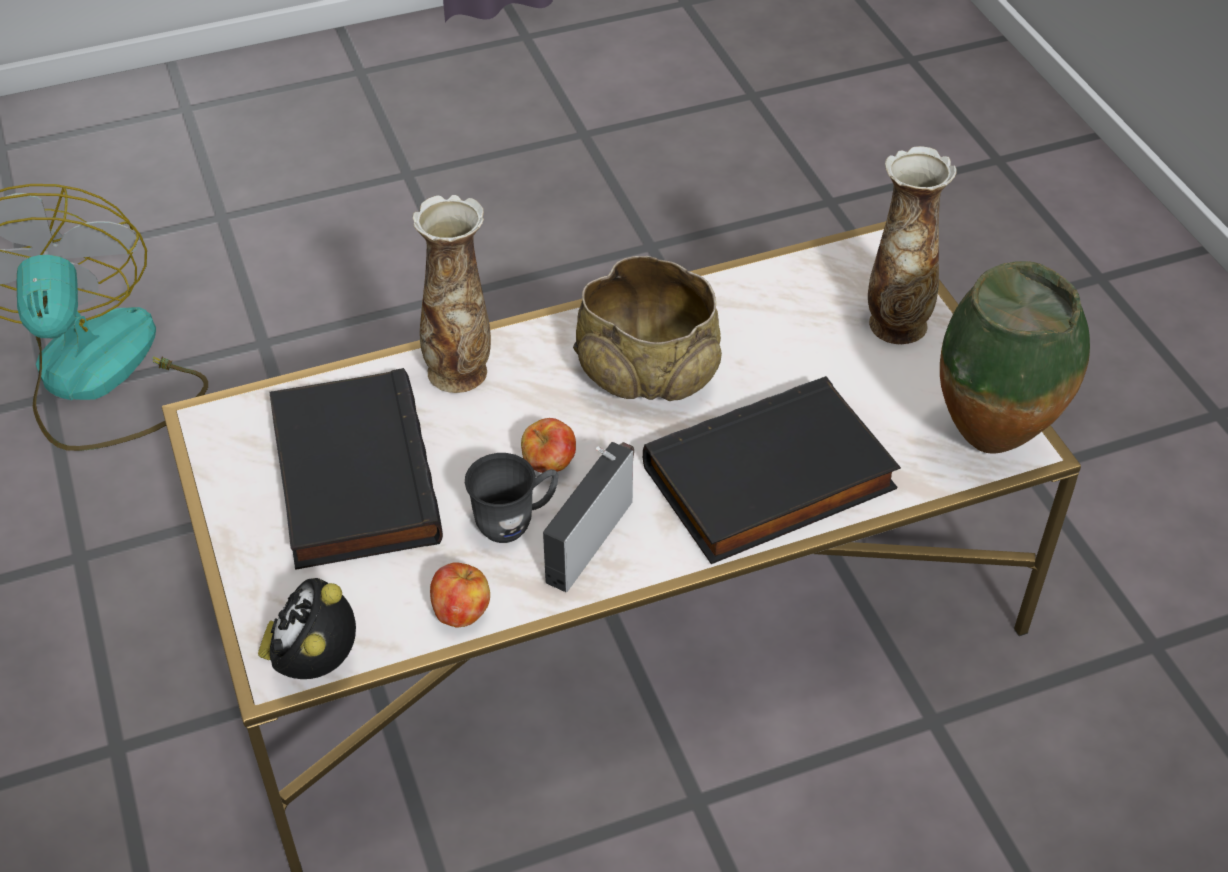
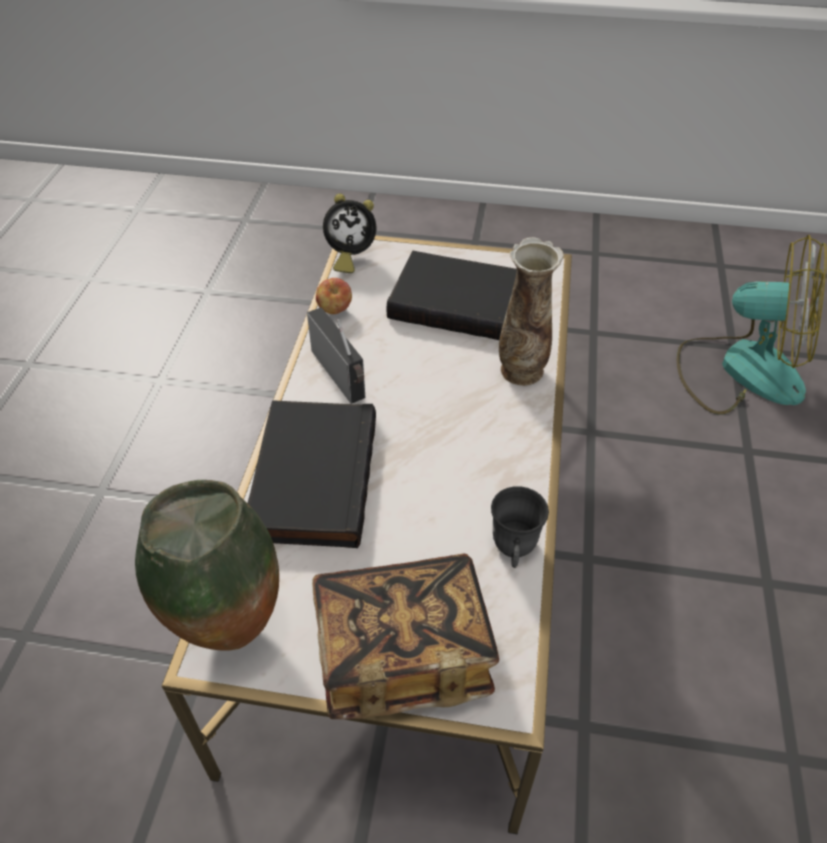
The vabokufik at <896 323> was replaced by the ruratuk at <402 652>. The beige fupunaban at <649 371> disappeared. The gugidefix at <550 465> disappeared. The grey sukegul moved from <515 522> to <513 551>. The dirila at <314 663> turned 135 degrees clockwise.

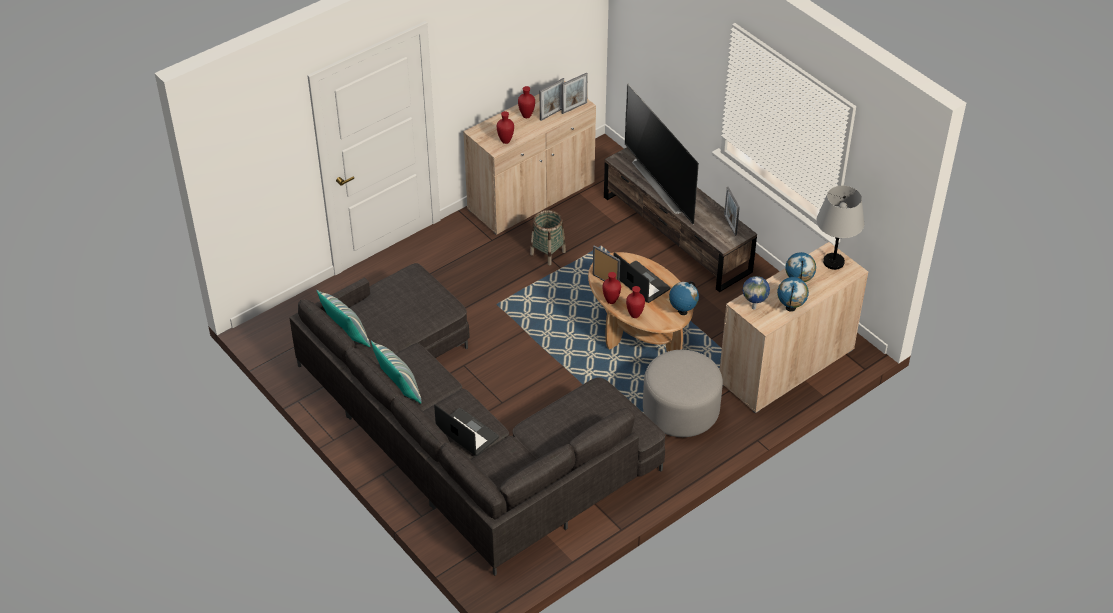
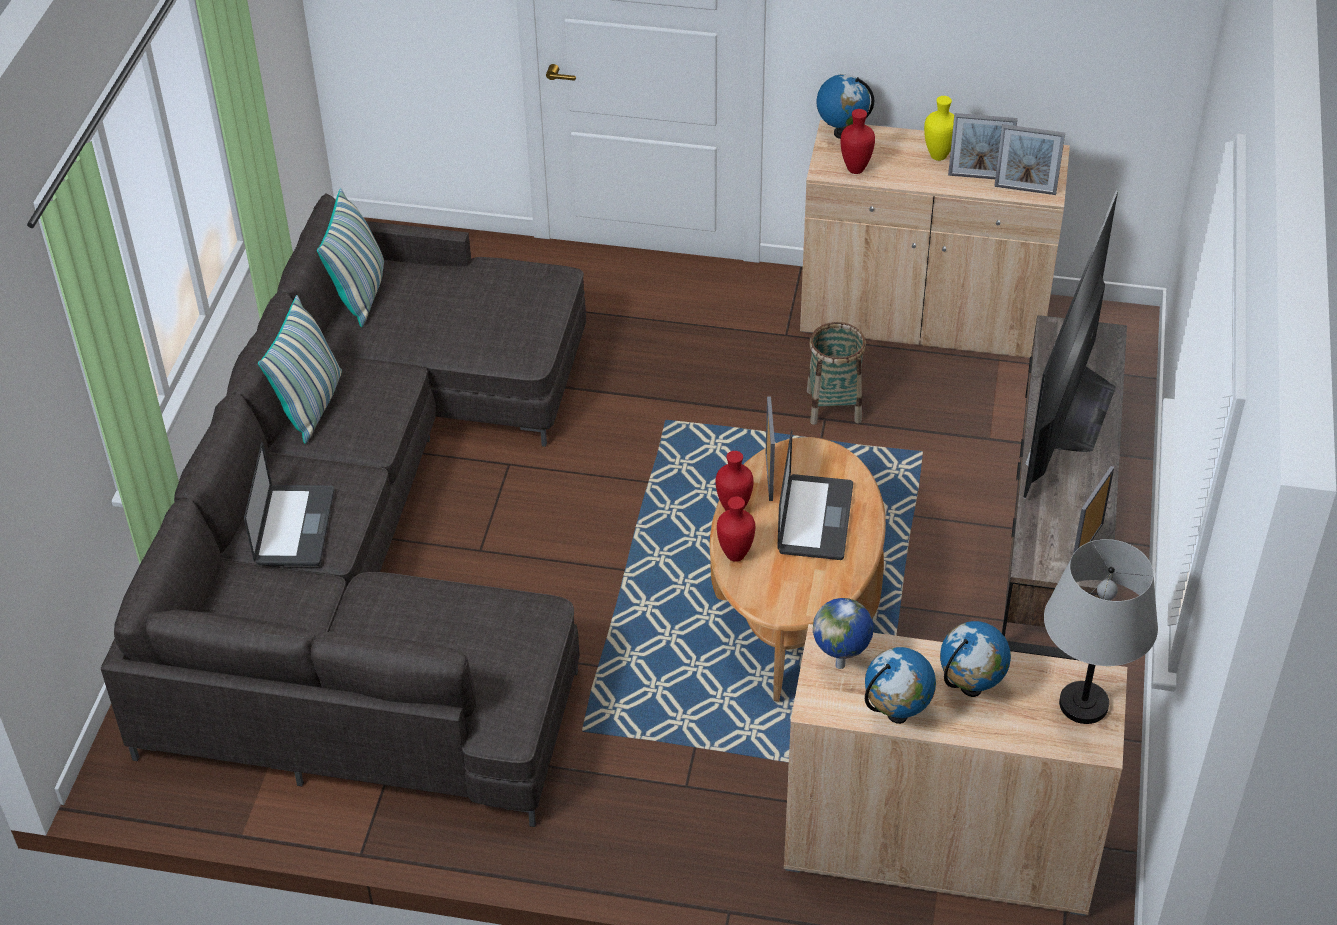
The red vabokufik at <527 115> became the yellow vabokufik at <939 156>. The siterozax moved from <682 311> to <841 133>. The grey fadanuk at <680 411> disappeared.

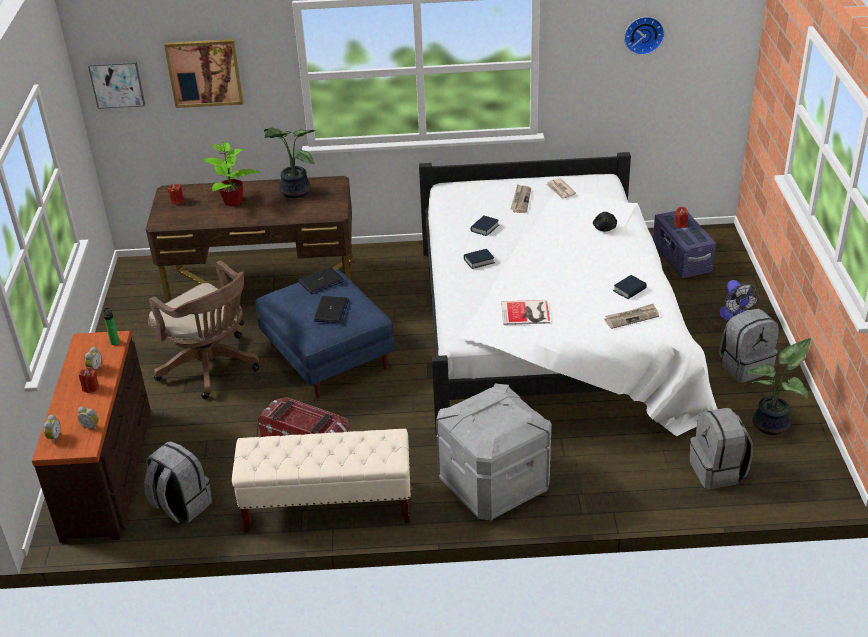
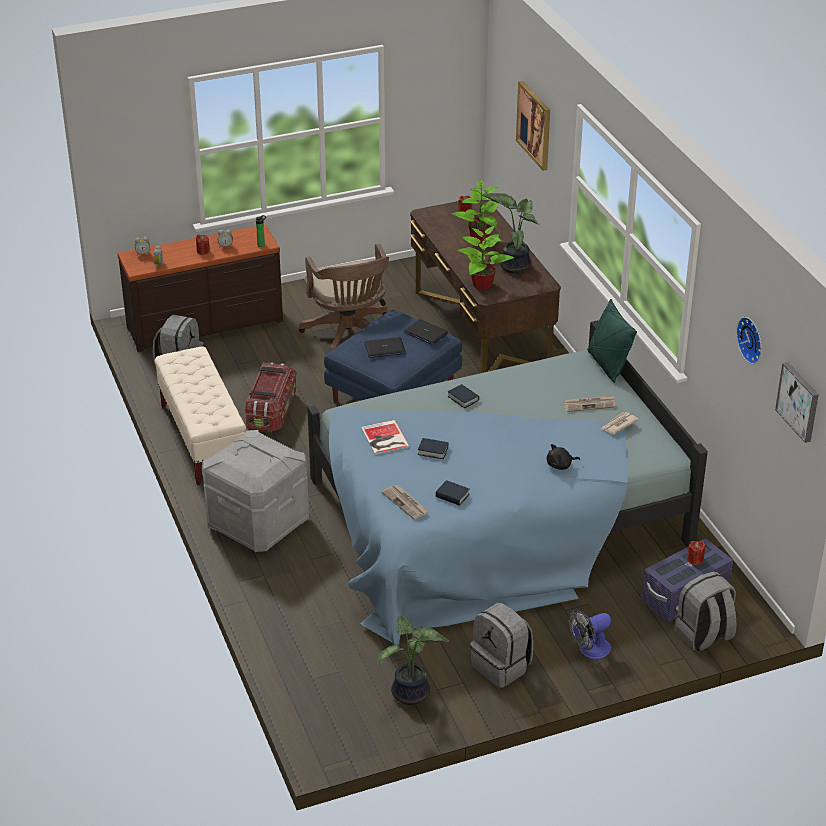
The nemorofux moved from <117 83> to <799 401>. The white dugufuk at <551 333> became the blue dugufuk at <494 520>. The ruratuk moved from <484 228> to <433 451>. The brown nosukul at <211 368> turned 45 degrees counterclockwise. The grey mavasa moved from <718 471> to <703 636>. The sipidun at <482 285> appeared. The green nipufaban at <607 365> appeared.

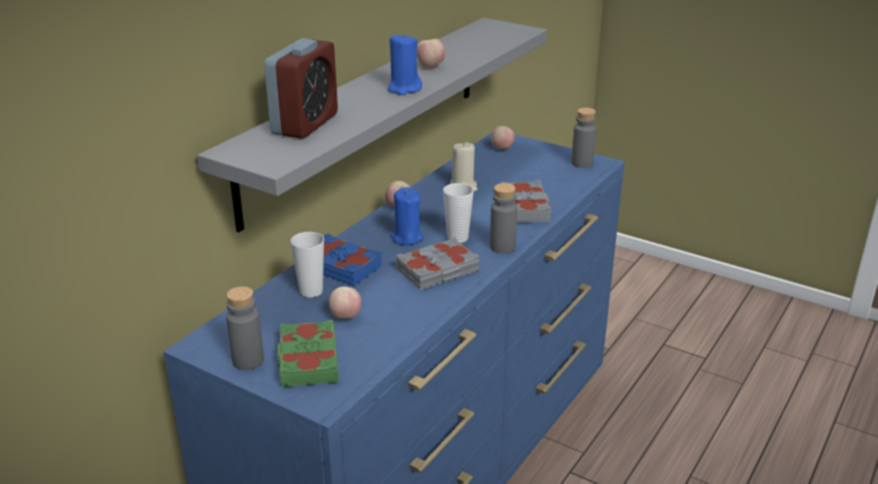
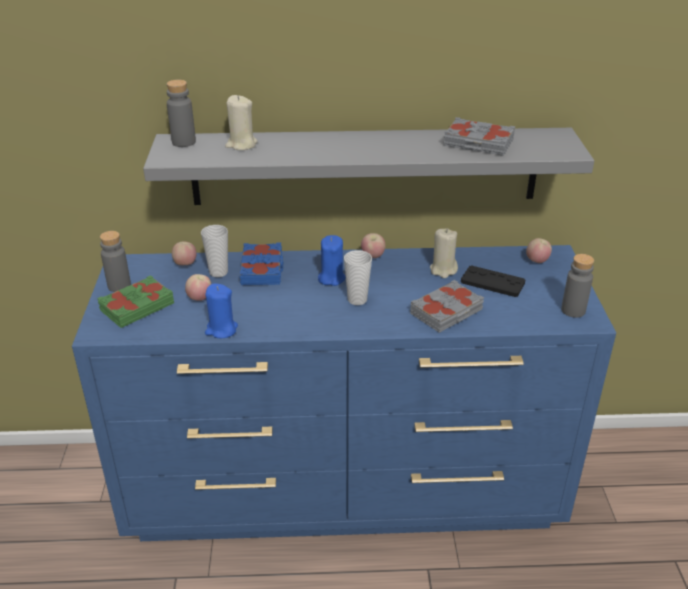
The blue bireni moved from <404 89> to <221 330>. The dirila at <305 124> was replaced by the beige bireni at <241 144>. The gugidefix moved from <430 67> to <185 264>. The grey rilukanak moved from <502 247> to <184 142>. The grey ruratuk moved from <438 270> to <478 143>. The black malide at <492 282> appeared.

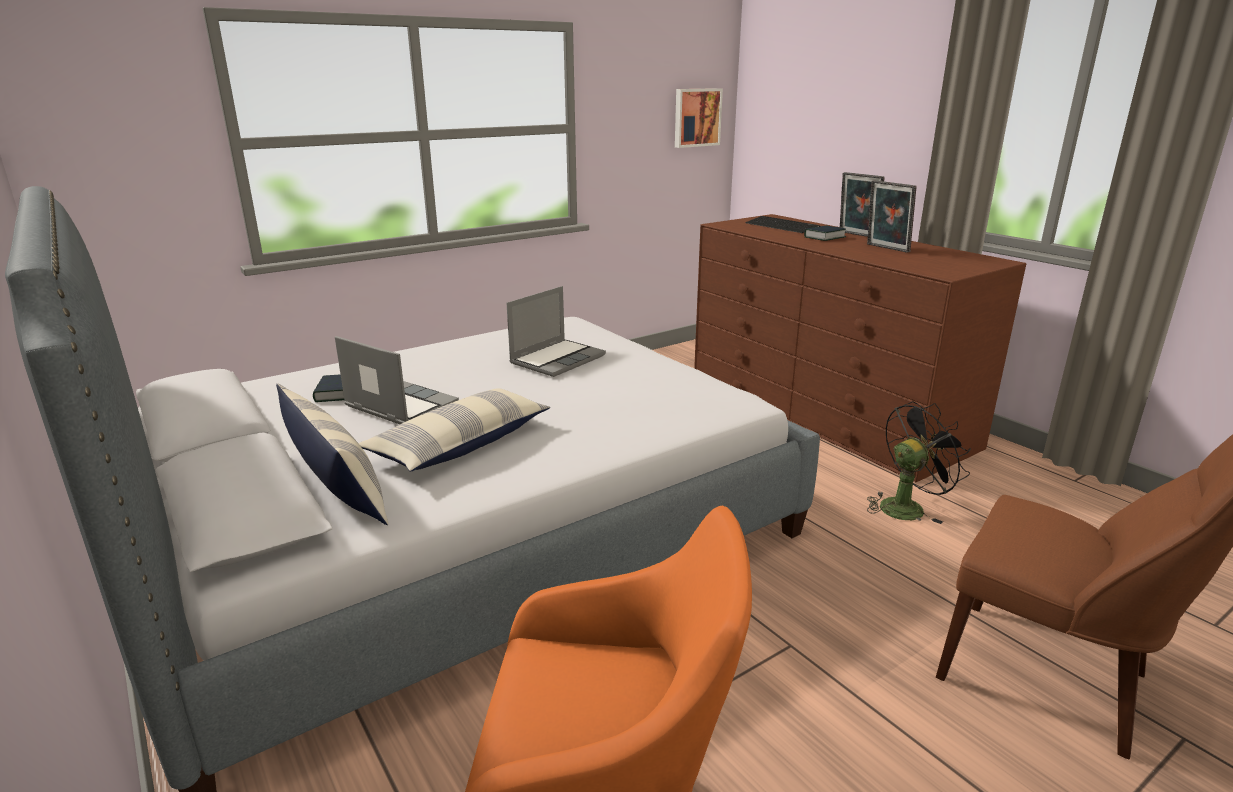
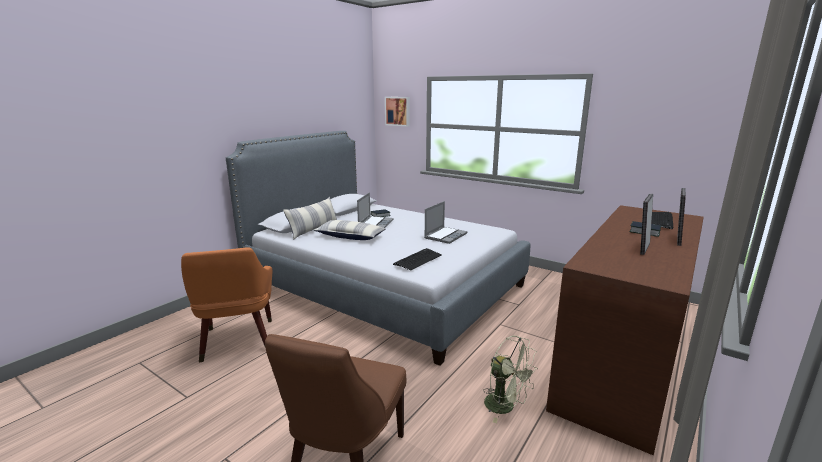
The nemorofux moved from <696 117> to <398 111>. The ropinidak at <557 359> turned 75 degrees counterclockwise. The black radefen at <907 506> became the green radefen at <505 407>. The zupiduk at <418 260> appeared.

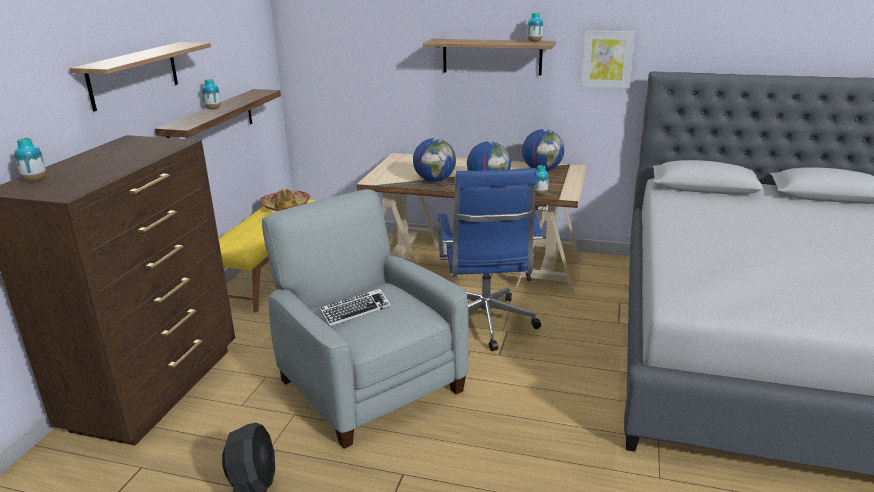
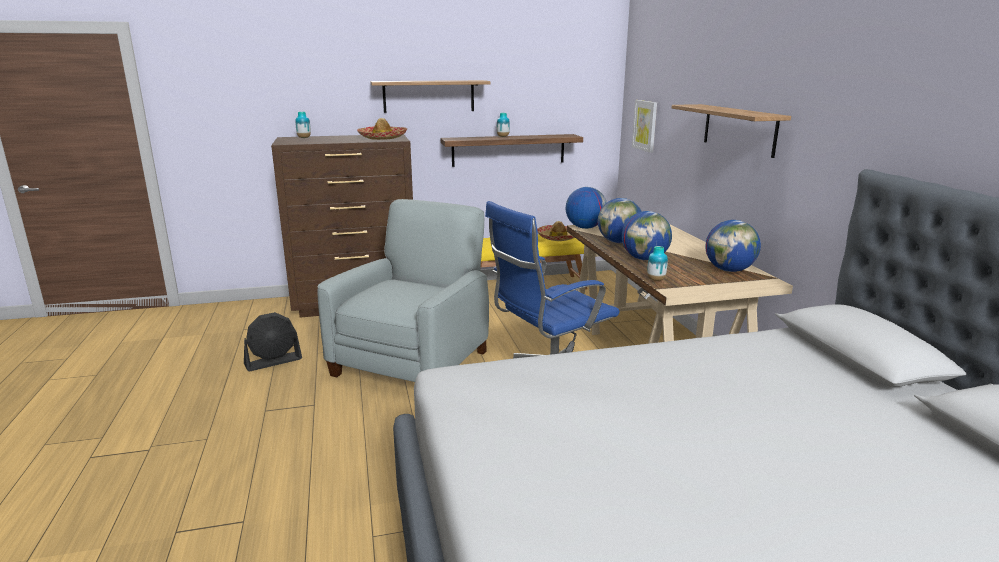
The vabokufik at <534 42> disappeared. The nemorofux moved from <607 59> to <645 125>. The zupiduk at <355 311> disappeared. The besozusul at <382 138> appeared. The siterozax at <585 227> appeared.

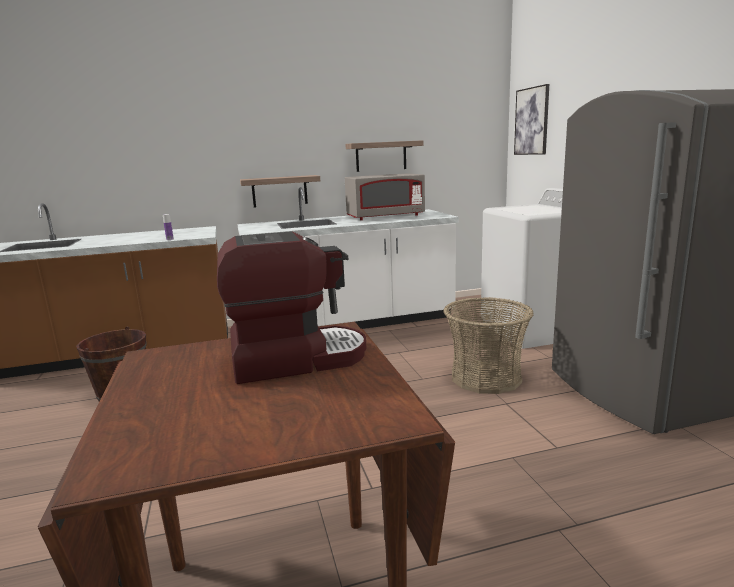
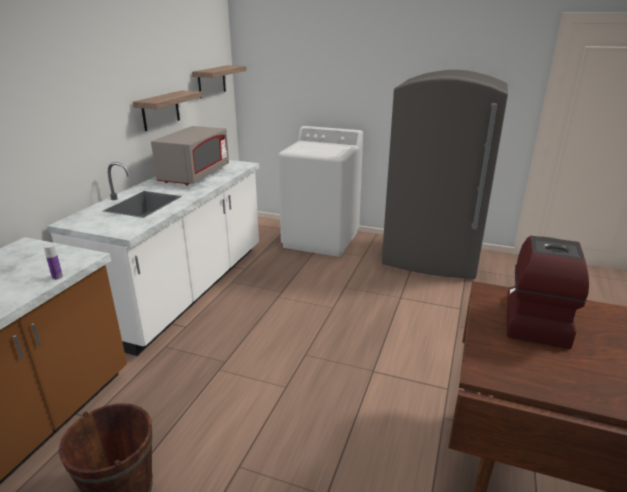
The nemorofux at <532 121> disappeared. The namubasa moved from <279 191> to <211 81>. The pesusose at <485 378> disappeared.

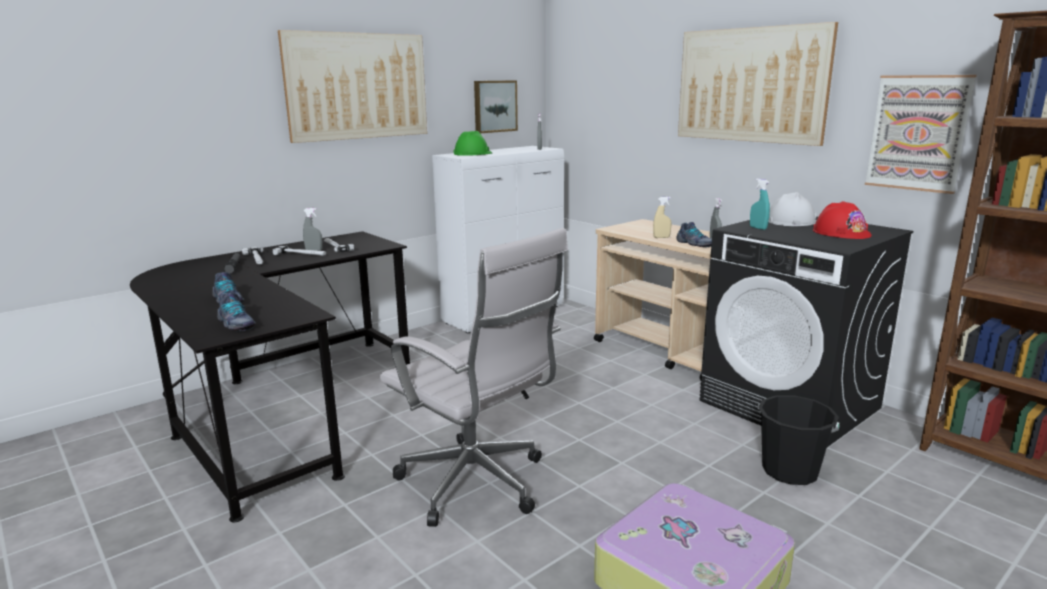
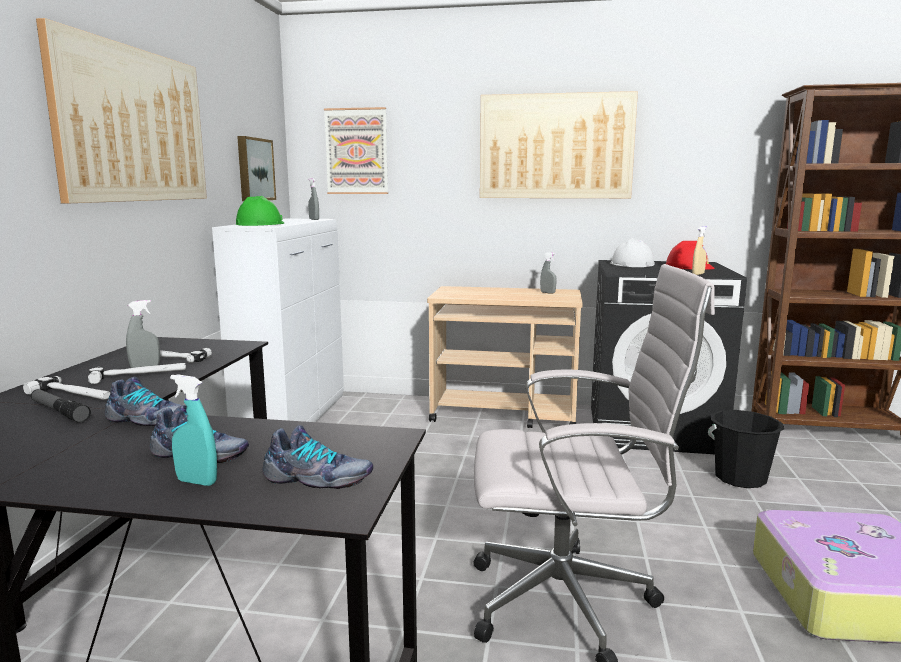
The nemorofux moved from <918 133> to <356 151>. The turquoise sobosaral moved from <758 228> to <197 482>. The beige sobosaral moved from <661 237> to <698 274>. The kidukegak moved from <695 244> to <148 420>.

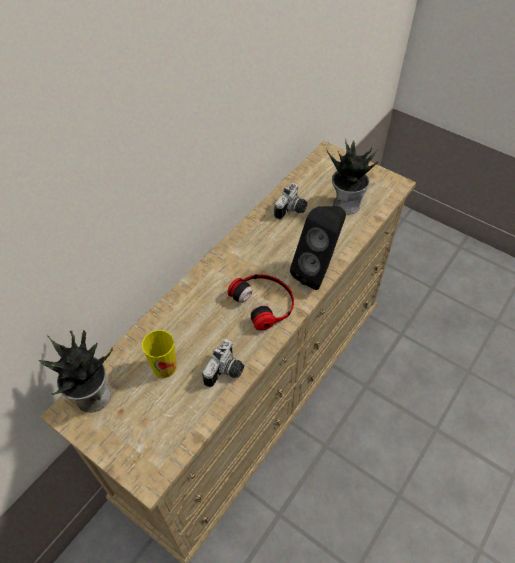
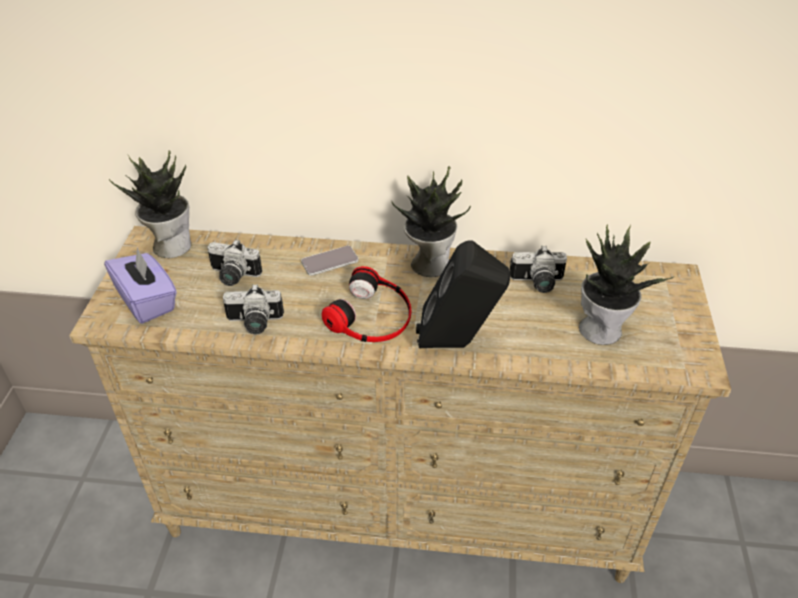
The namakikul at <164 367> was replaced by the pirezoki at <232 276>. The sipidun at <429 263> appeared. The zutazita at <330 261> appeared. The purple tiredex at <147 301> appeared.

